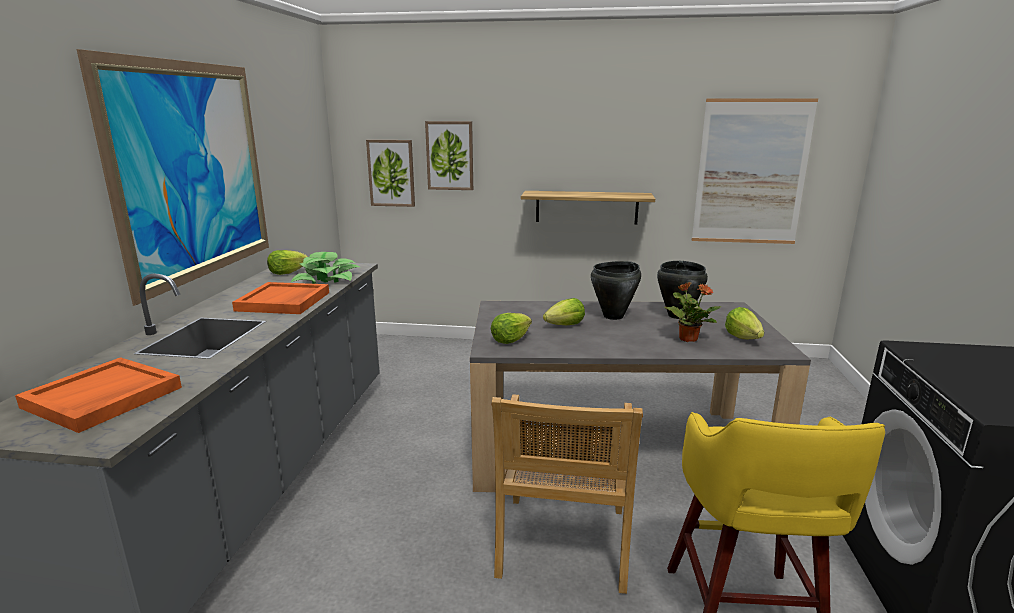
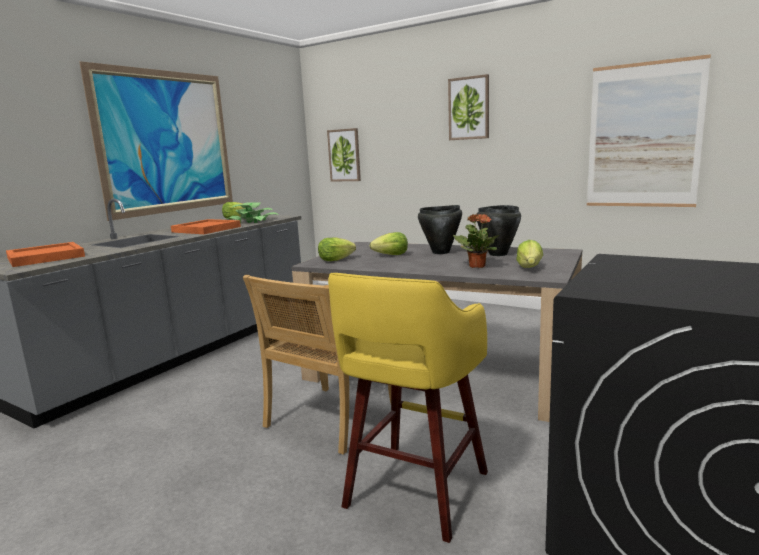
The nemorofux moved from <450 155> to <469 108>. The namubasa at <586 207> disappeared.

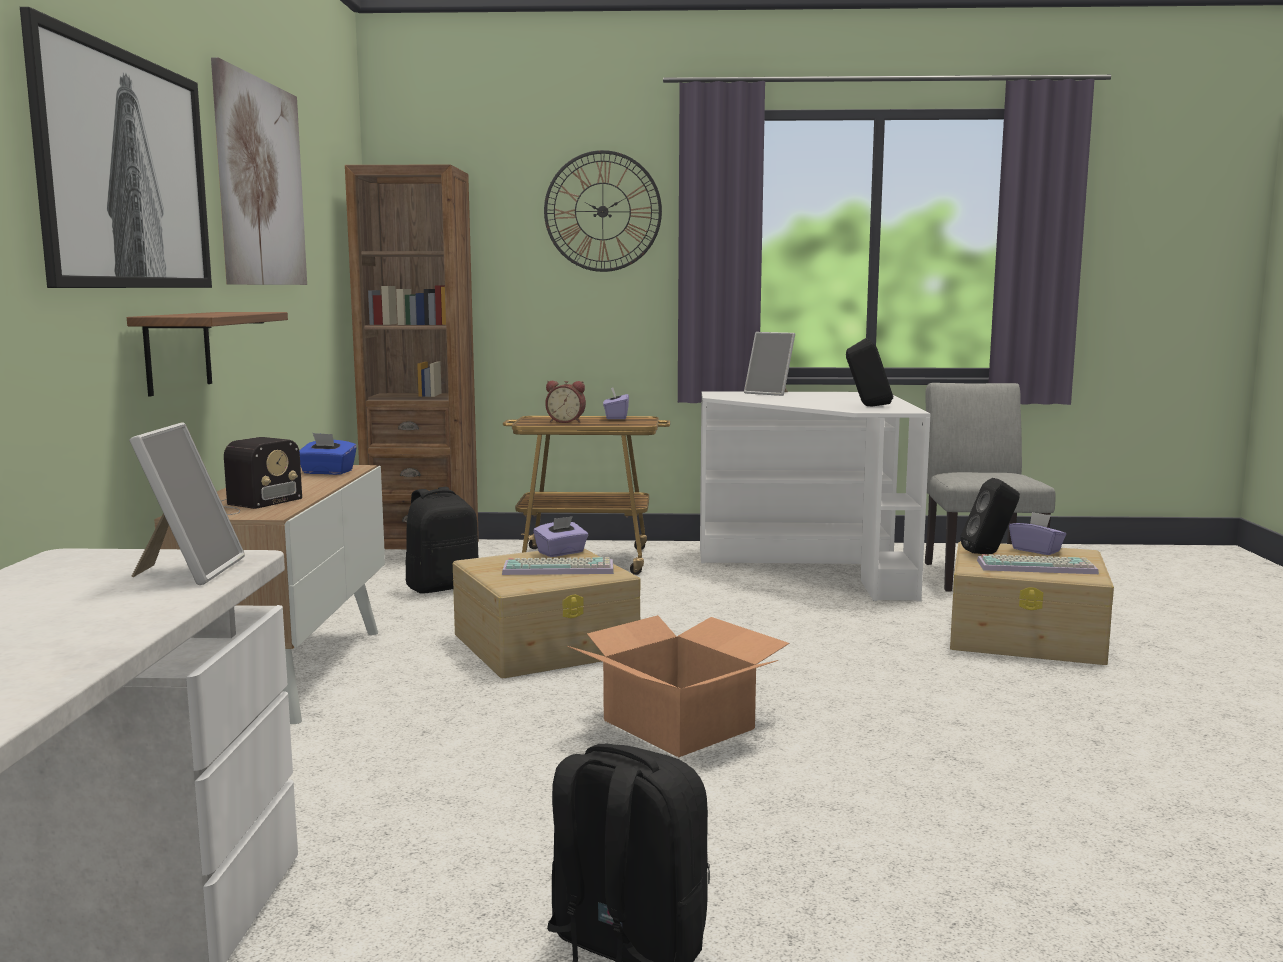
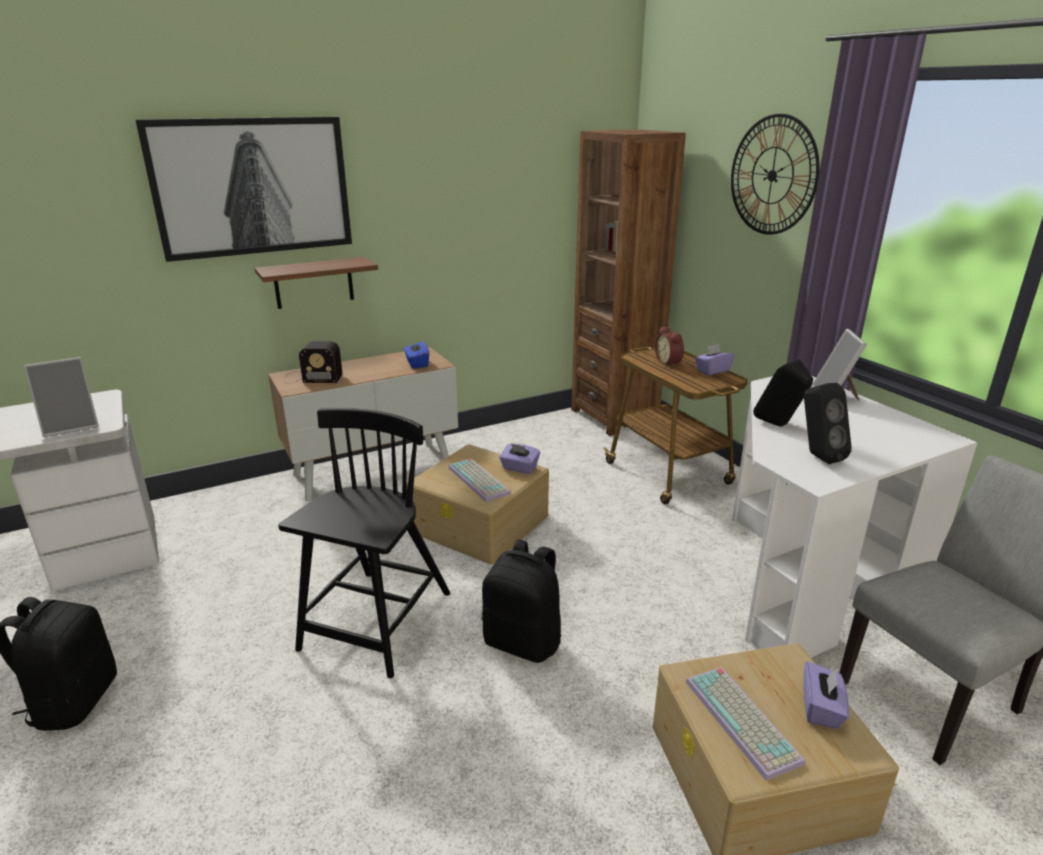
The nemorofux at <260 183> disappeared. The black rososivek moved from <989 554> to <779 426>. The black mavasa moved from <443 587> to <523 642>. The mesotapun at <679 724> was replaced by the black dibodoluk at <376 623>.

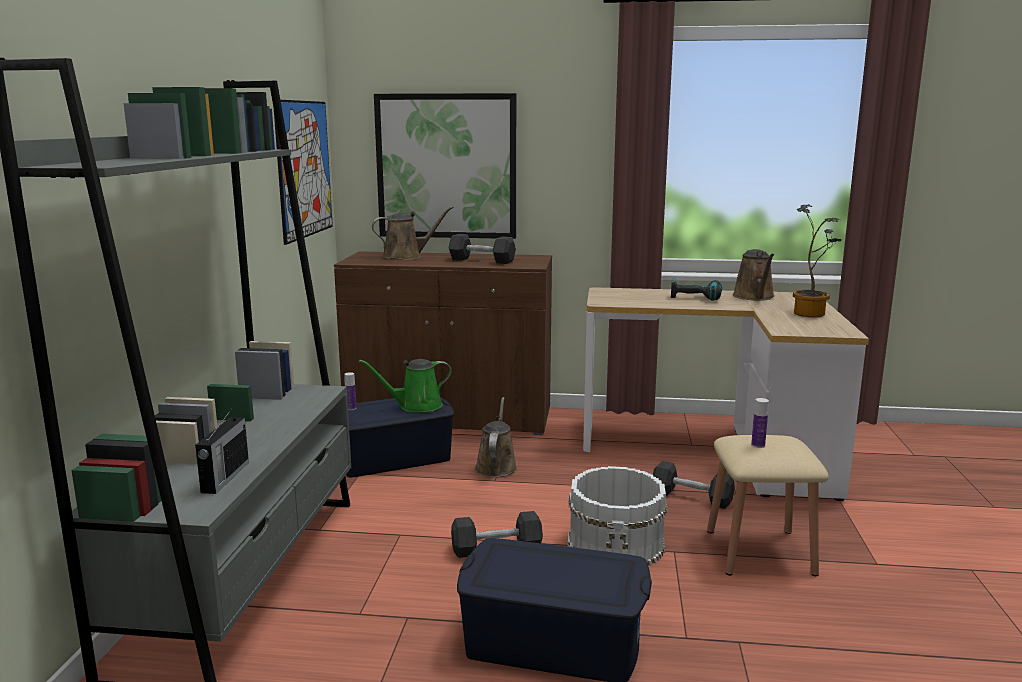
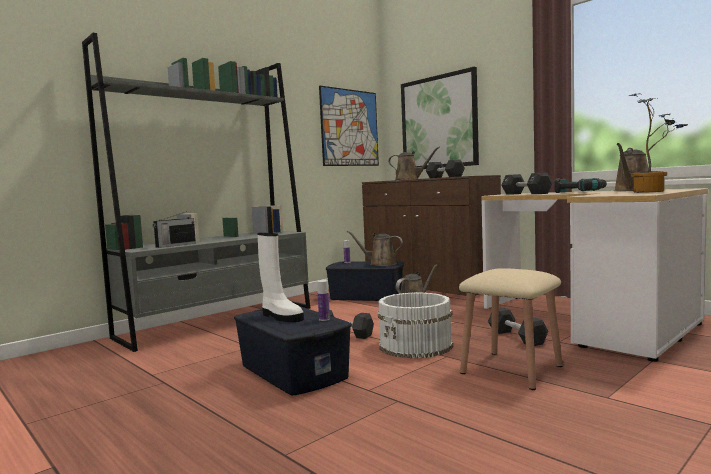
The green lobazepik at <416 406> became the brown lobazepik at <380 264>. The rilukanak moved from <758 445> to <324 319>. The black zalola at <526 194> appeared. The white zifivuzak at <280 317> appeared.

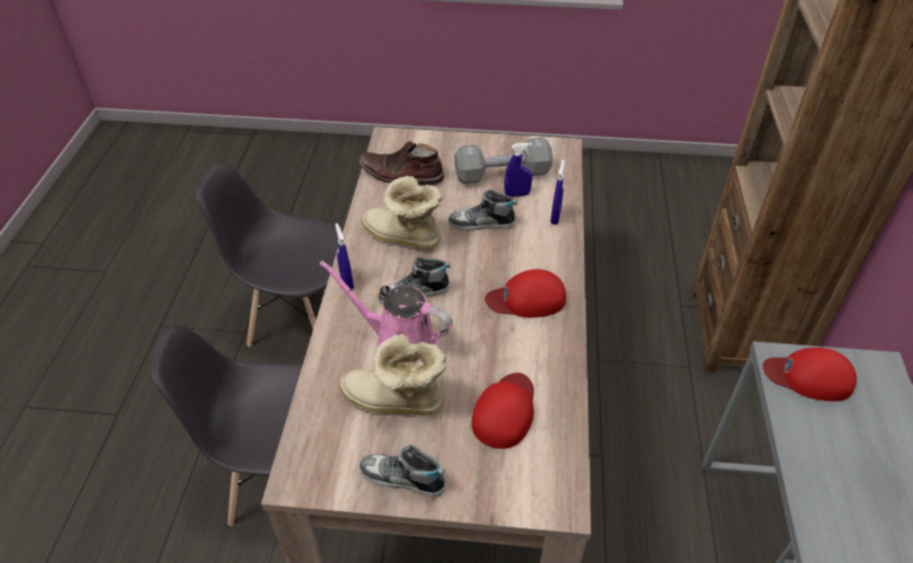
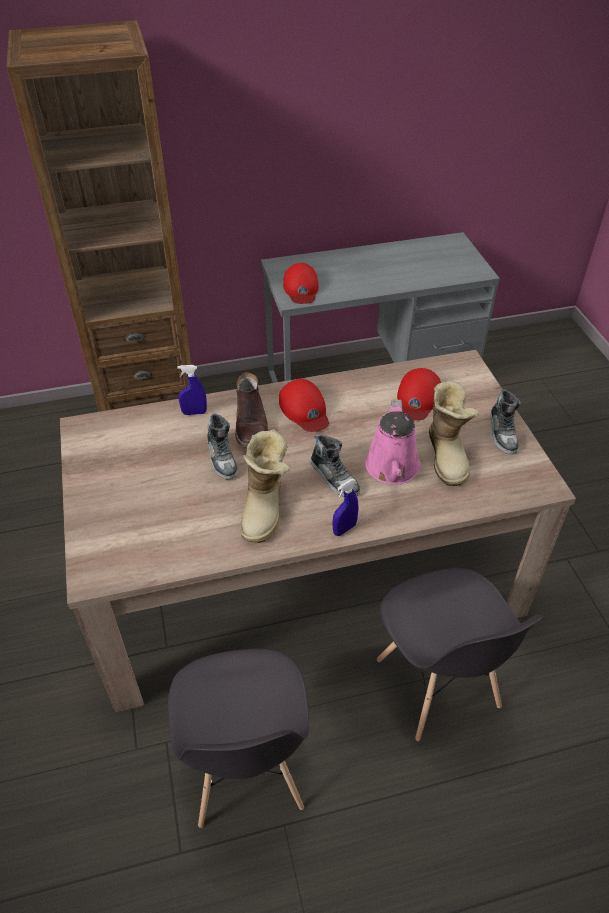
The grey zalola at <502 174> disappeared. The brown zifivuzak moved from <401 175> to <251 423>. The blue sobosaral at <517 194> disappeared. The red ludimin at <505 411> turned 75 degrees counterclockwise.

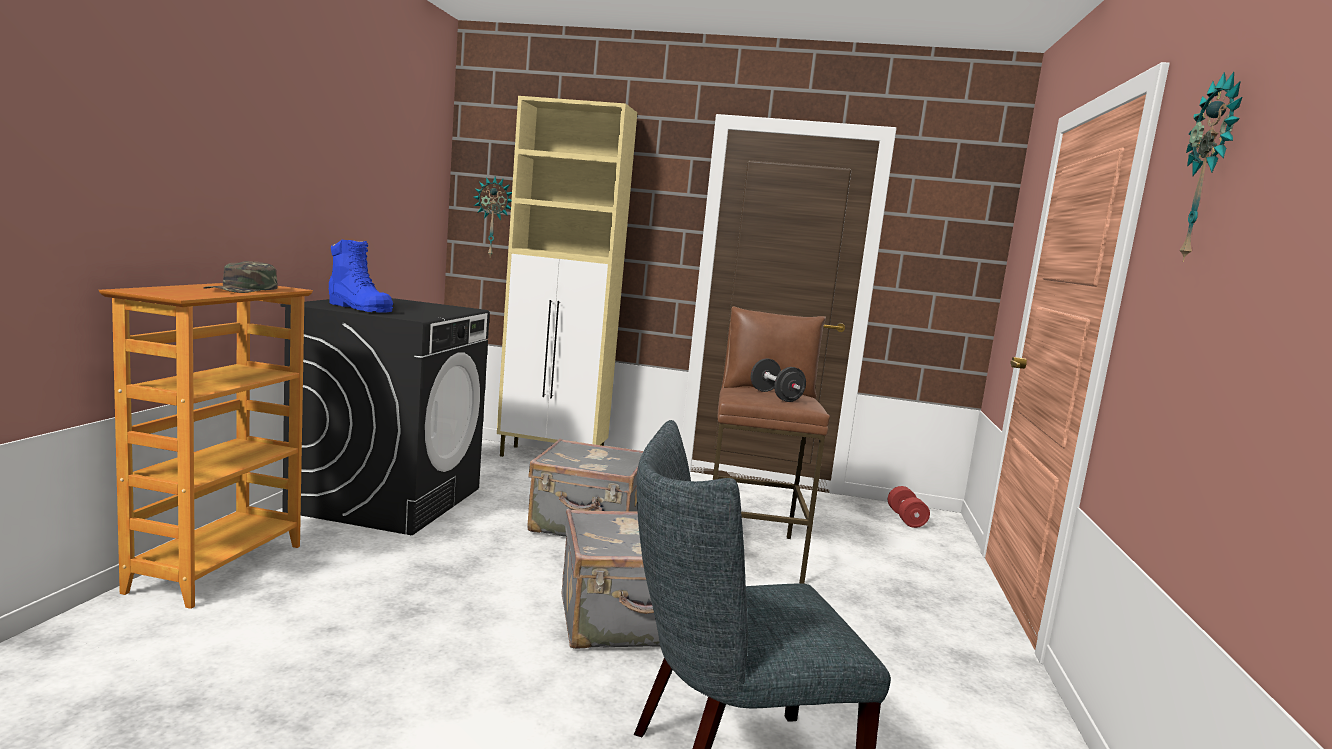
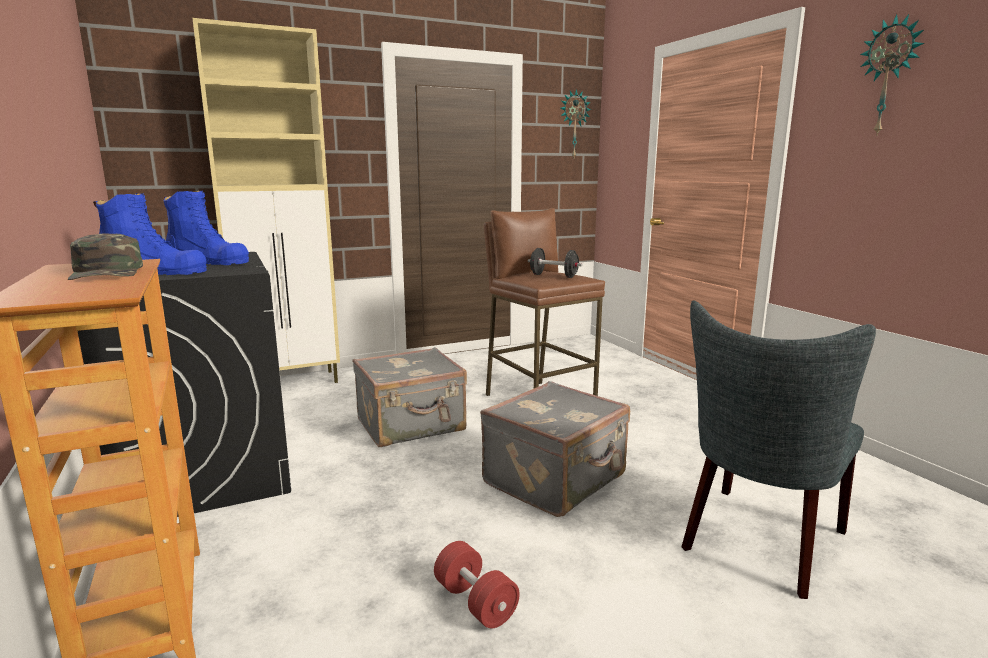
The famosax moved from <493 217> to <573 124>. The red zalola moved from <906 519> to <475 602>. The blue zifivuzak at <209 262> appeared.

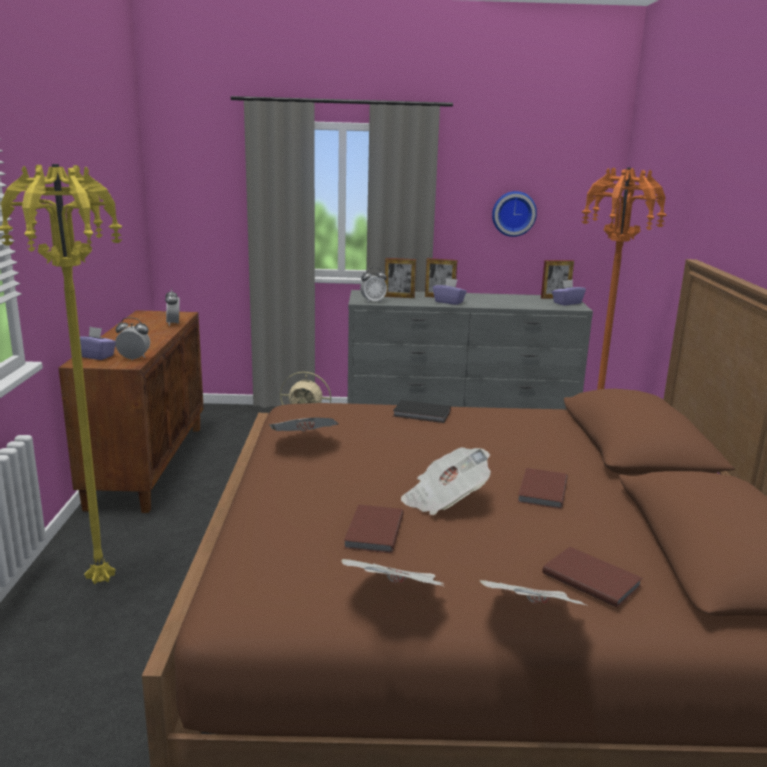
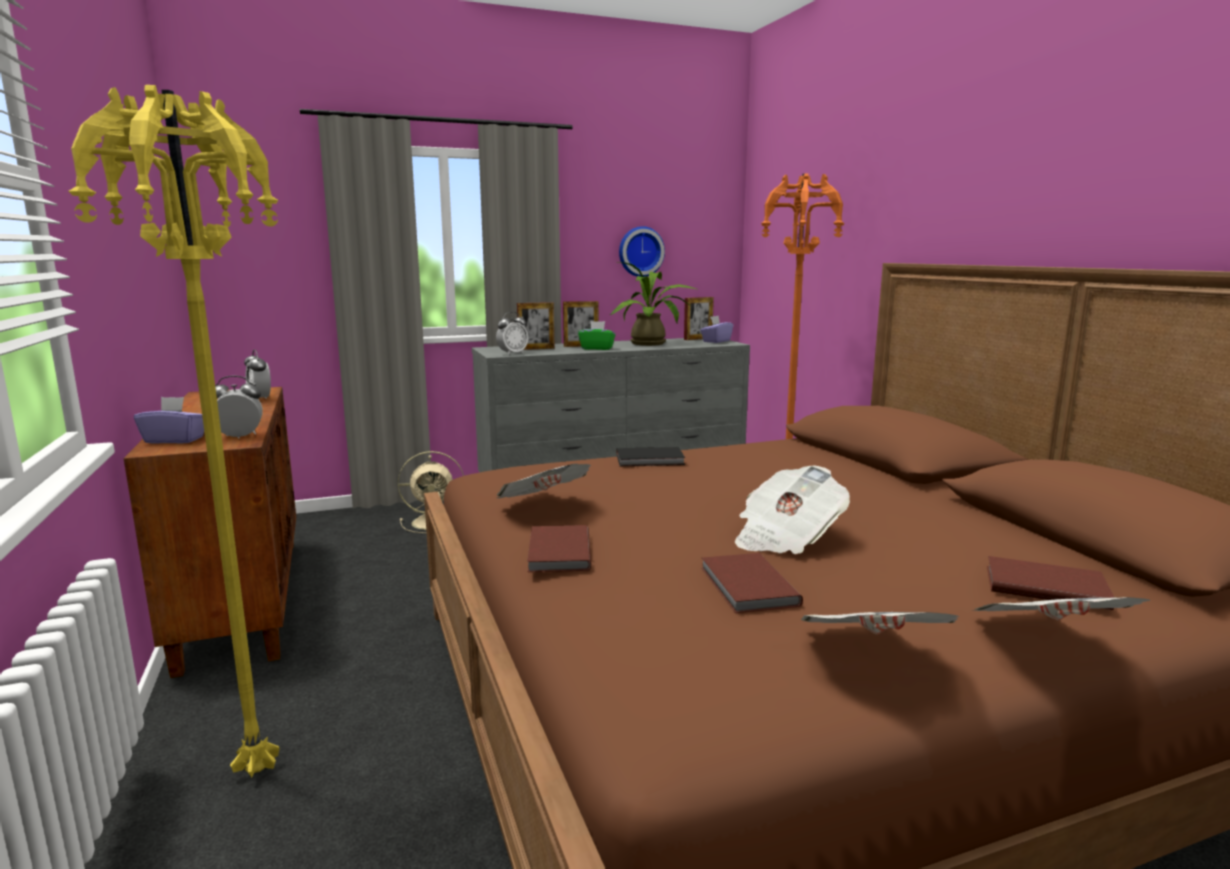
The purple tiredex at <449 302> became the green tiredex at <597 348>. The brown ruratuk moved from <541 491> to <557 552>. The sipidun at <652 344> appeared.

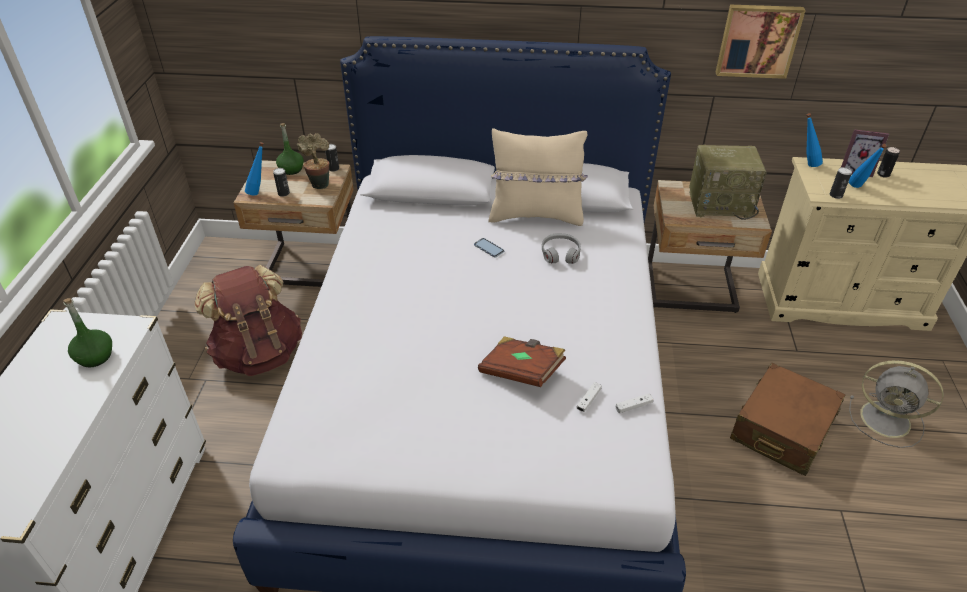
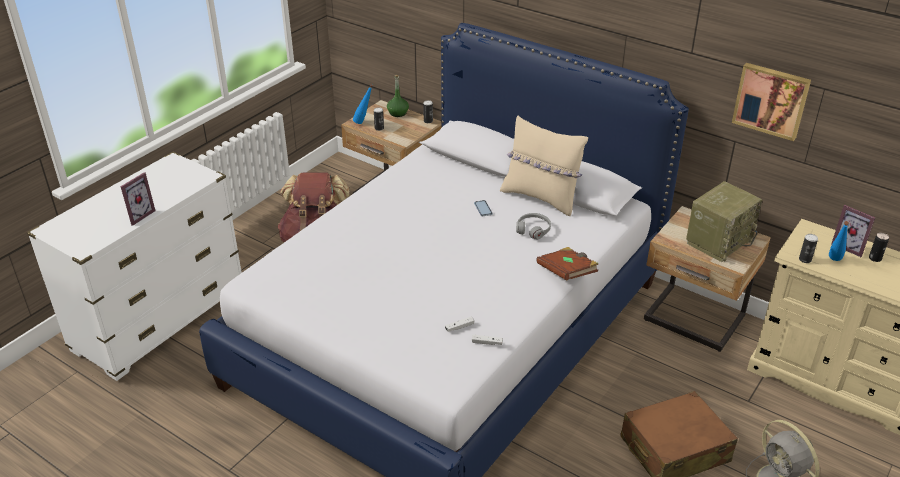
The blue rilukanak at <806 164> disappeared. The sipidun at <319 183> disappeared. The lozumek at <721 204> turned 75 degrees counterclockwise. The green rilukanak at <95 356> disappeared. The brown ruratuk moved from <521 371> to <567 273>. The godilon at <138 215> appeared.

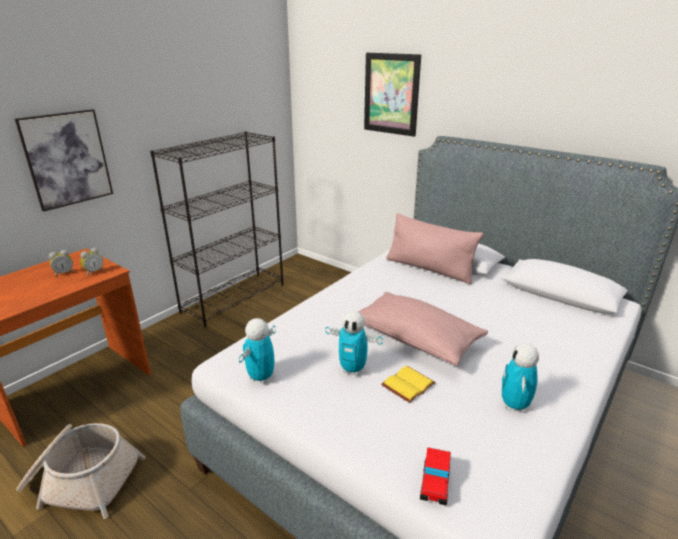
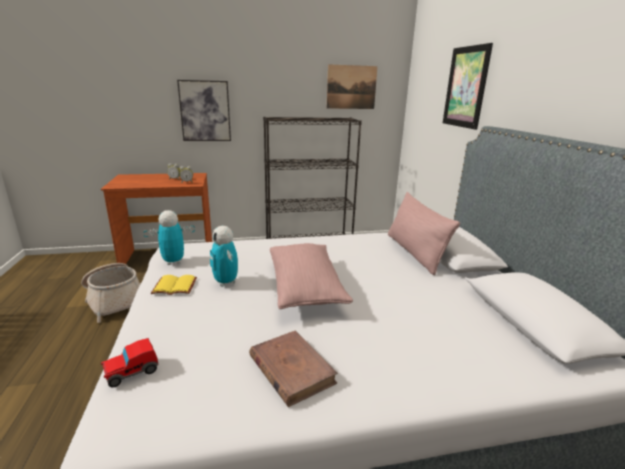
The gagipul at <514 405> was replaced by the brown ruratuk at <291 369>. The yellow ruratuk moved from <407 384> to <175 286>. The nemorofux at <351 87> appeared.

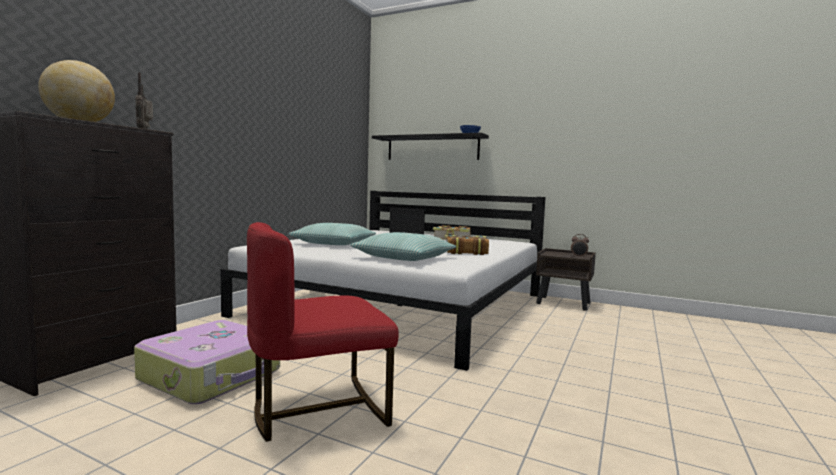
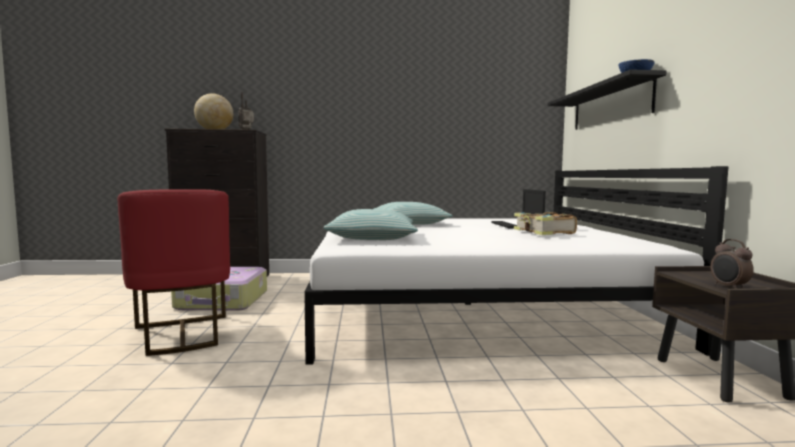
The red dibodoluk at <318 409> turned 150 degrees counterclockwise. The ruratuk at <465 252> disappeared.

